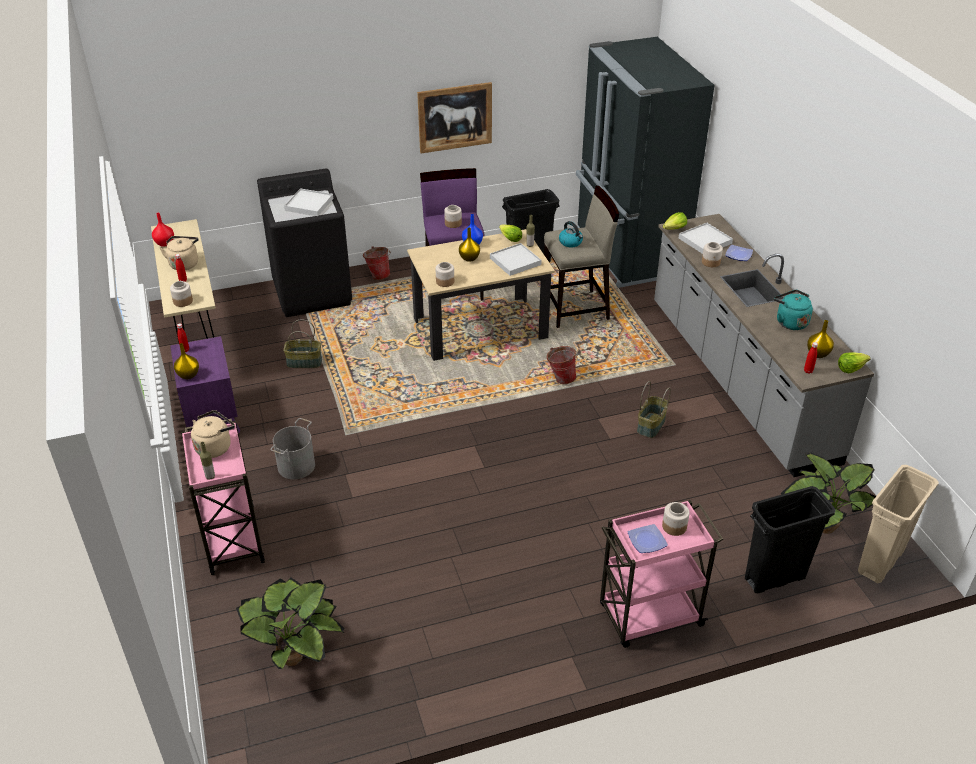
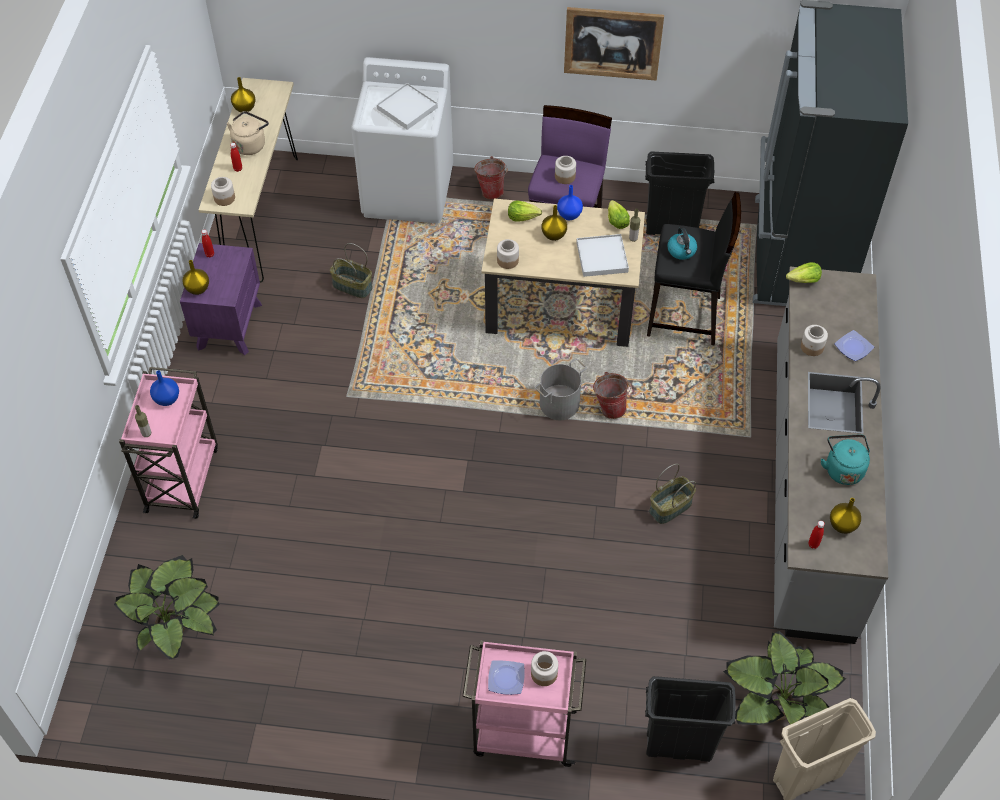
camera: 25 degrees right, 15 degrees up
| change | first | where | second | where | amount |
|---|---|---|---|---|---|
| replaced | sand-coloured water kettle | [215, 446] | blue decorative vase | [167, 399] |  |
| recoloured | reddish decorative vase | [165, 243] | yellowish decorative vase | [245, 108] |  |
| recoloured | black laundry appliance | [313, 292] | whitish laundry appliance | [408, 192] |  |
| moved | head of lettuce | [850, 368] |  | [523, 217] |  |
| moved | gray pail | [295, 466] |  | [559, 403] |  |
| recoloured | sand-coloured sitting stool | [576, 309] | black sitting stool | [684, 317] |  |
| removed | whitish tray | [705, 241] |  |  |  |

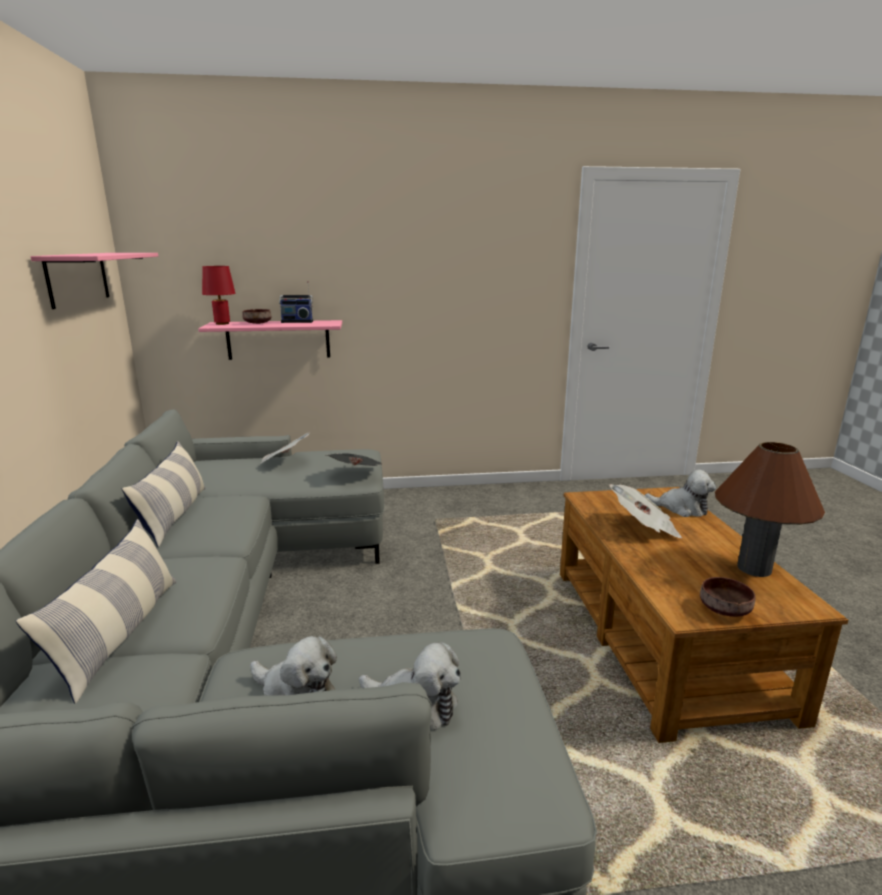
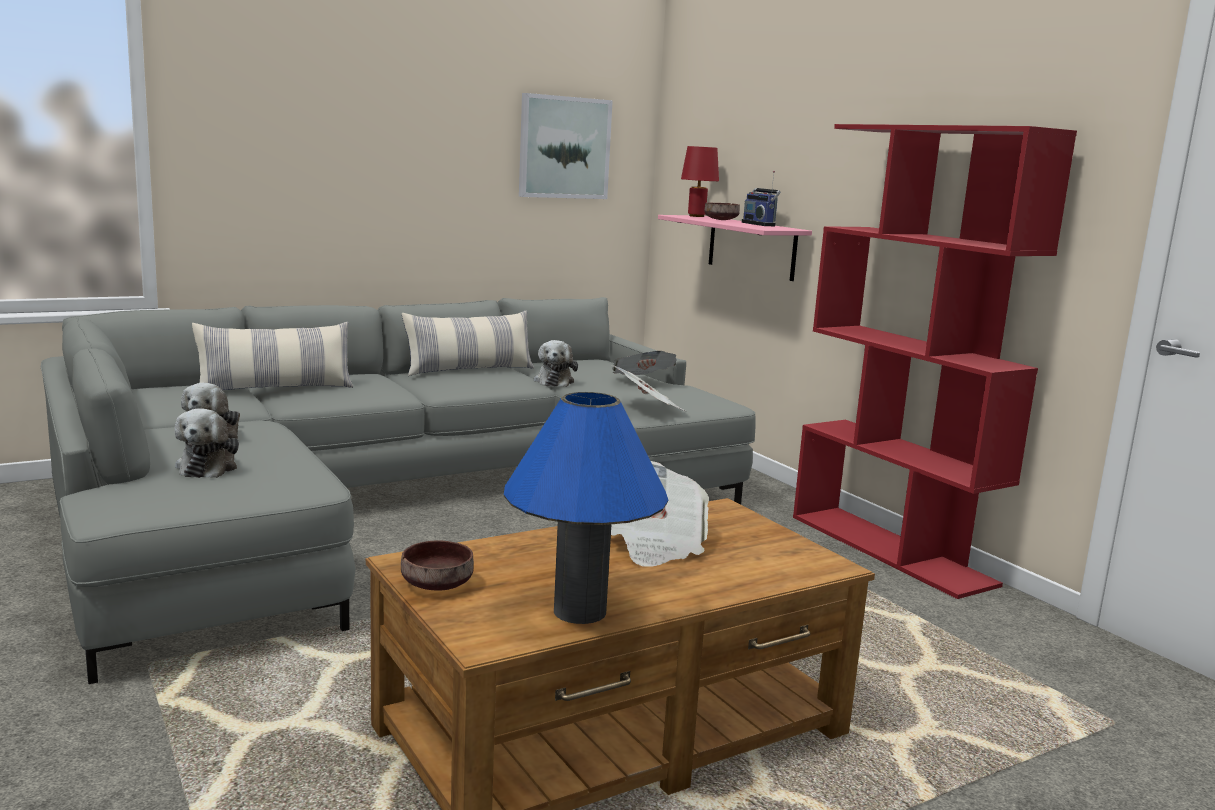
camera: 65 degrees right, 5 degrees down
| change | first | where | second | where | amount |
|---|---|---|---|---|---|
| recoloured | brown tabletop lamp | [754, 568] | blue tabletop lamp | [579, 611] |  |
| replaced | pinkish bracket shelf | [78, 278] | picture | [564, 147] |  |
| moved | plush toy | [681, 508] |  | [554, 381] |  |
| added |  |  | reddish shelving unit | [891, 550] |  |

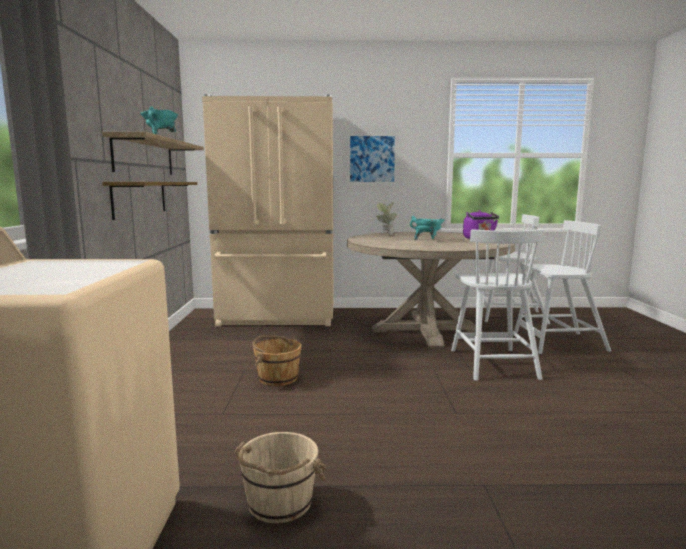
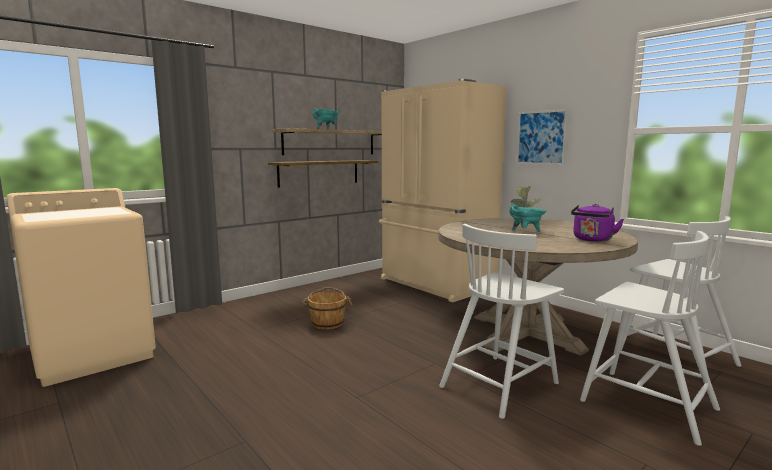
camera: 50 degrees right, 0 degrees up
| change | first | where | second | where | amount |
|---|---|---|---|---|---|
| removed | sand-coloured pail | [279, 503] |  |  |  |

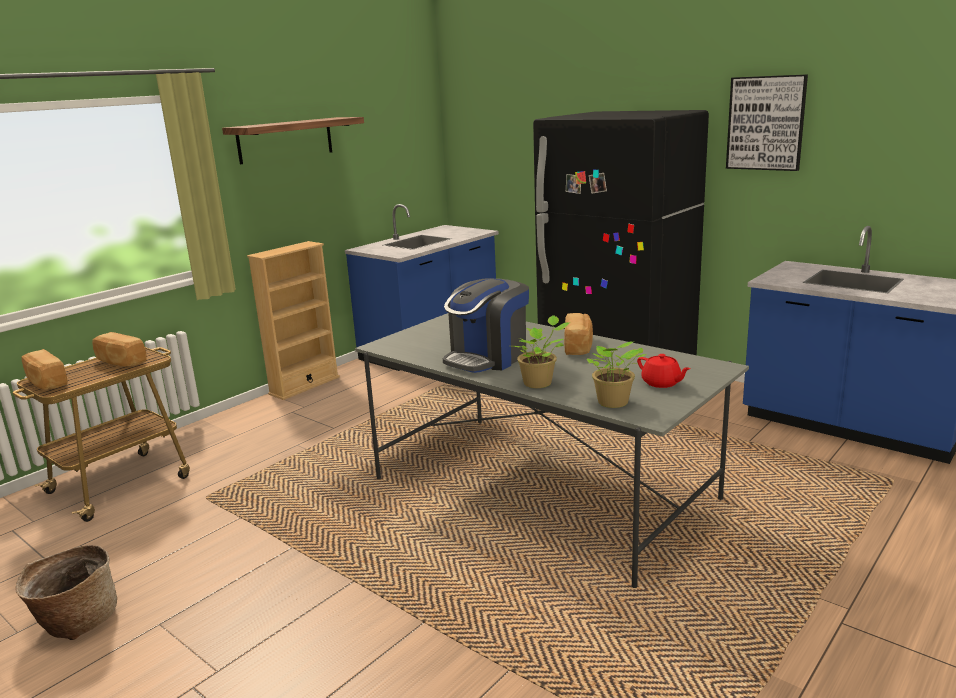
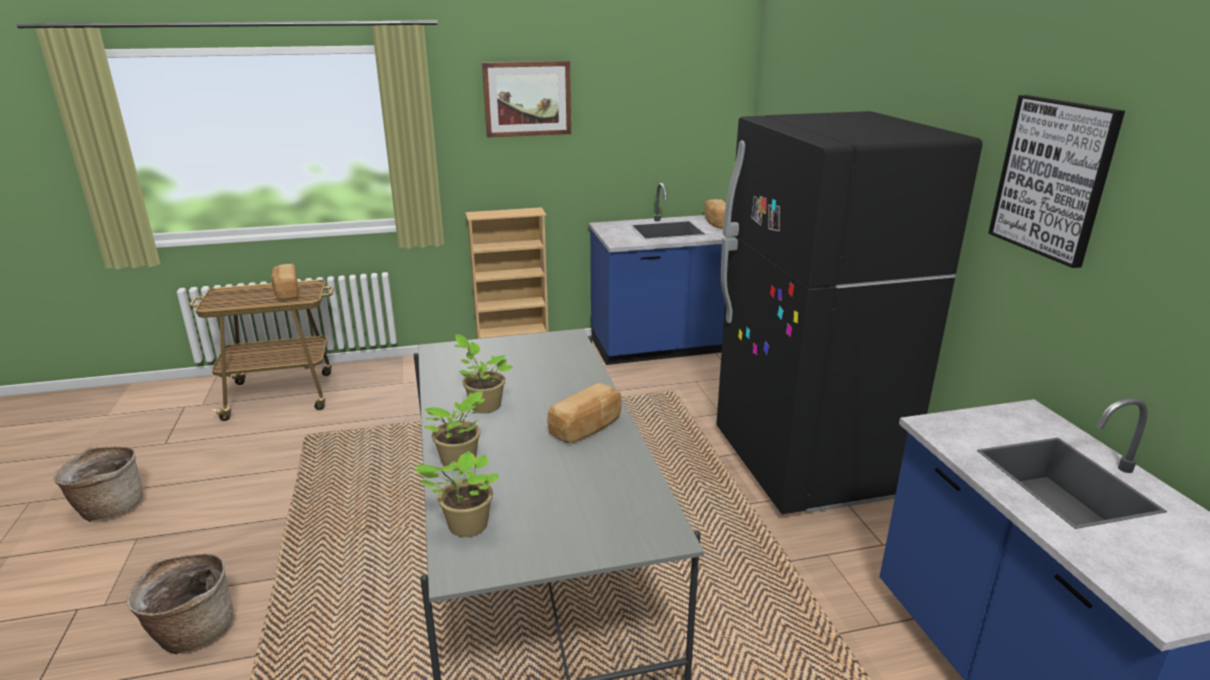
camera: 35 degrees right, 5 degrees up
| change | first | where | second | where | amount |
|---|---|---|---|---|---|
| added |  |  | basket | [191, 631] |  |
| replaced | coffee maker | [487, 358] | potted plant | [483, 405] |  |
| replaced | bracket shelf | [285, 140] | picture | [527, 98] |  |
| moved | bread | [45, 382] |  | [717, 223] |  |
| removed | reddish teapot | [661, 383] |  |  |  |

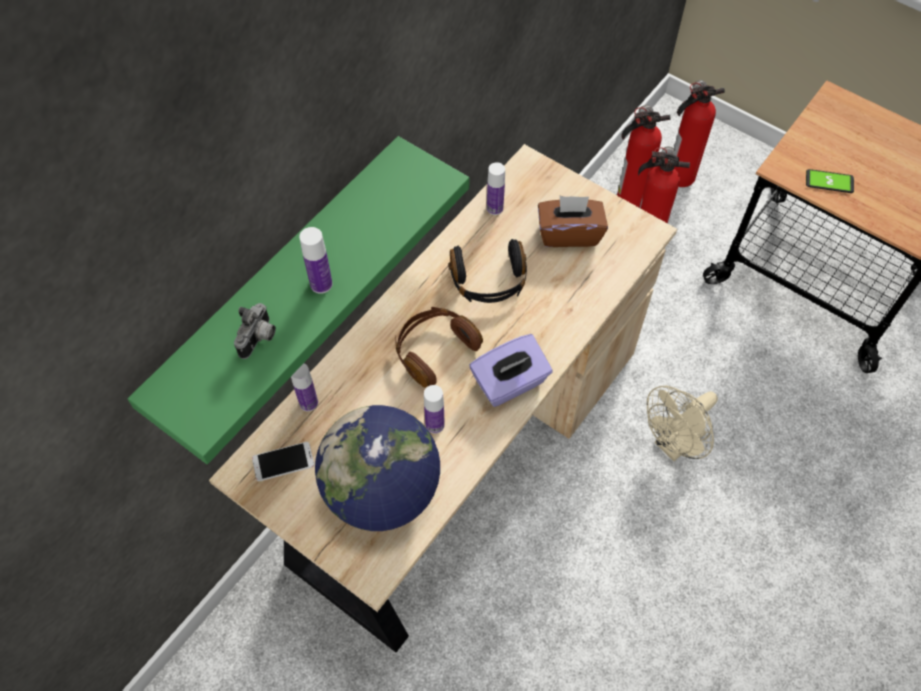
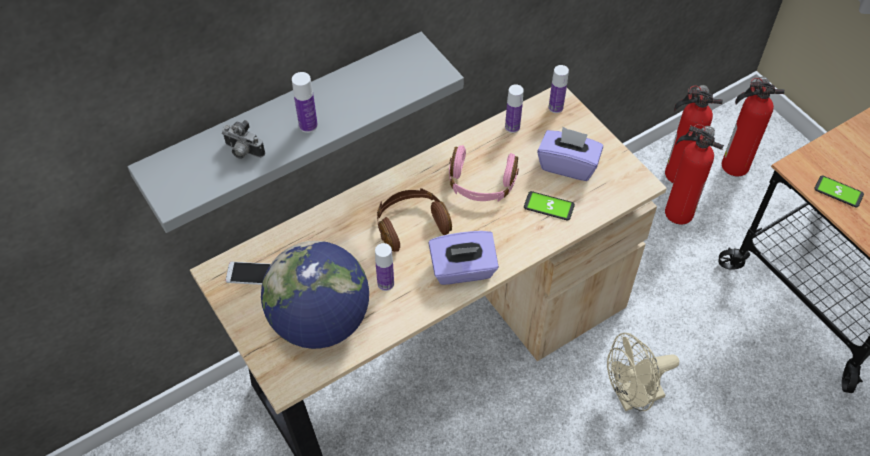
camera: 20 degrees right, 5 degrees down
| change | first | where | second | where | amount |
|---|---|---|---|---|---|
| recoloured | greenish bracket shelf | [281, 285] | gray bracket shelf | [287, 123] |  |
| turned | photo camera | [259, 339] |  | [242, 152] | 75 degrees clockwise |
| recoloured | black pair of headphones | [489, 281] | pinkish pair of headphones | [481, 184] |  |
| added |  |  | phone | [549, 206] |  |
| recoloured | brown tissue box | [569, 233] | purple-coloured tissue box | [568, 165] |  |
| moved | bottle | [308, 403] |  | [555, 107] |  |

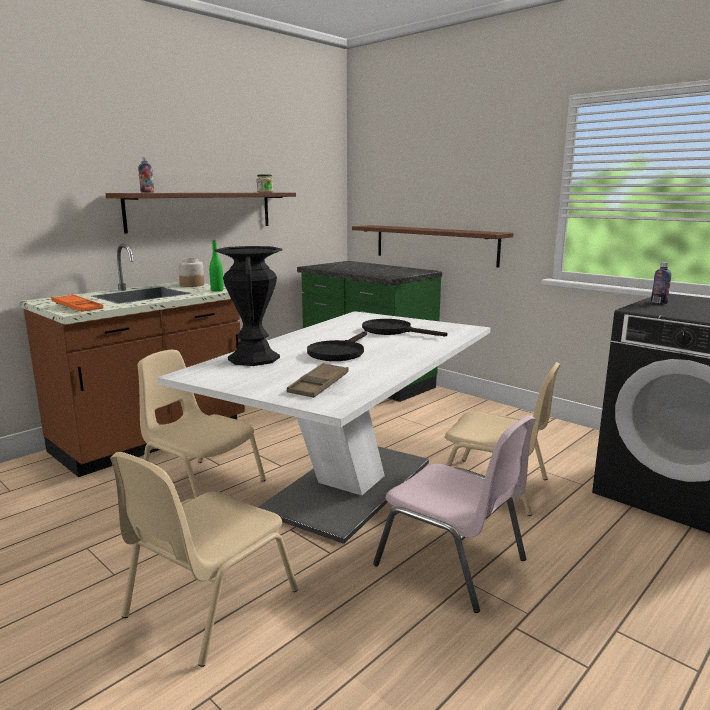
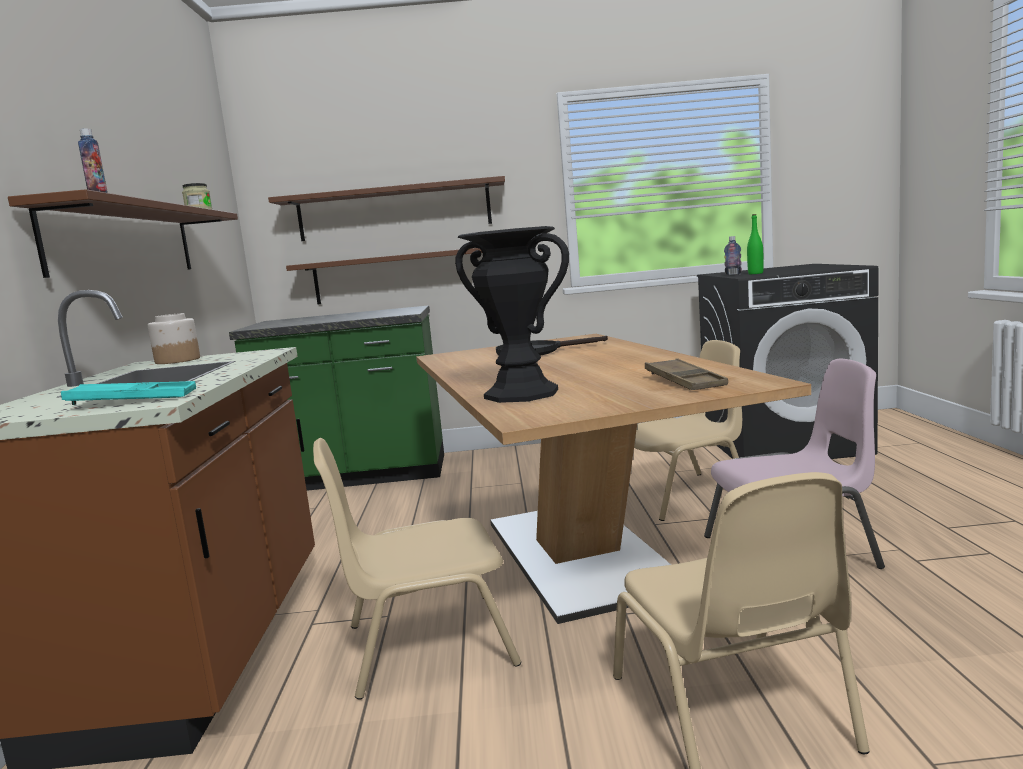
camera: 45 degrees left, 5 degrees down
| change | first | where | second | where | amount |
|---|---|---|---|---|---|
| recoloured | orangey tray | [77, 307] | turquoise tray | [133, 400] |  |
| added |  |  | brown bracket shelf | [394, 211] |  |
| recoloured | whitish kitchen table | [349, 486] | brown kitchen table | [579, 554] |  |
| moved | greenish bottle | [217, 290] |  | [755, 273] |  |
| removed | black frying pan | [339, 352] |  |  |  |

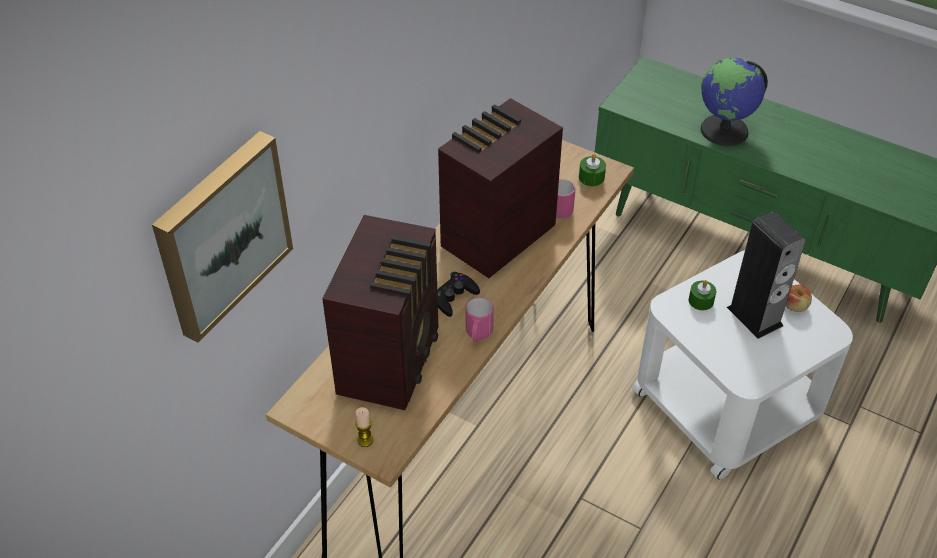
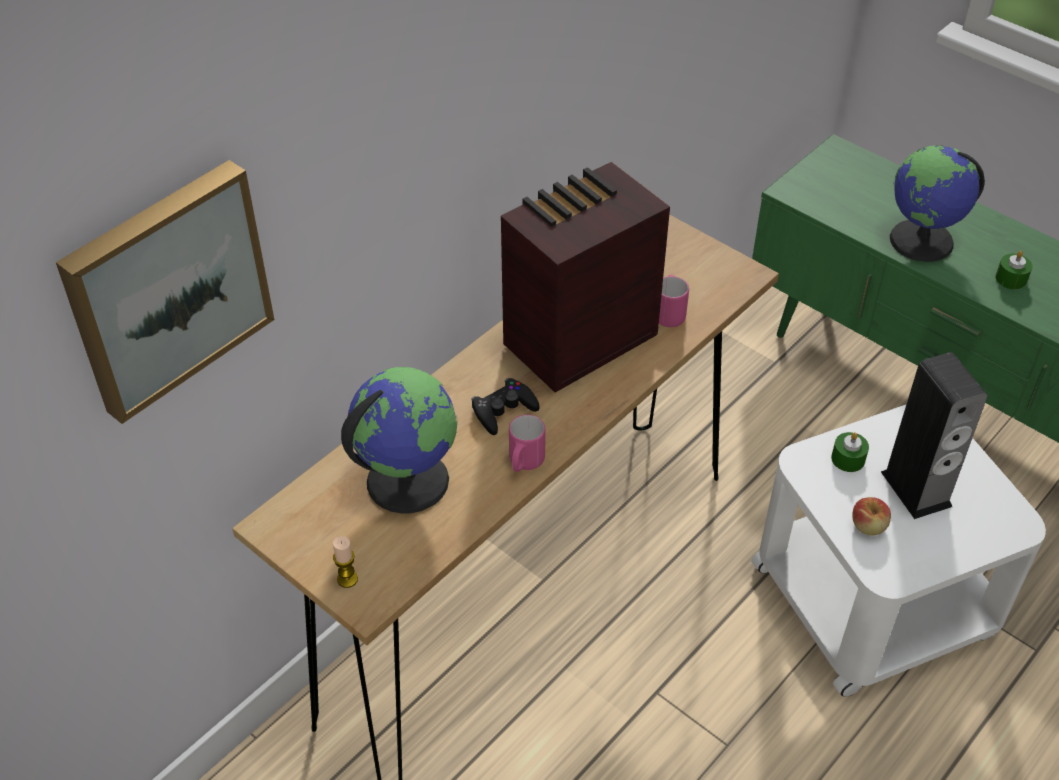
camera: 10 degrees right, 0 degrees up
| change | first | where | second | where | amount |
|---|---|---|---|---|---|
| replaced | radio receiver | [392, 359] | world globe | [406, 479] |  |
| moved | apple fruit | [795, 306] |  | [868, 526] |  |
| moved | greenish candle | [591, 177] |  | [1011, 279] |  |

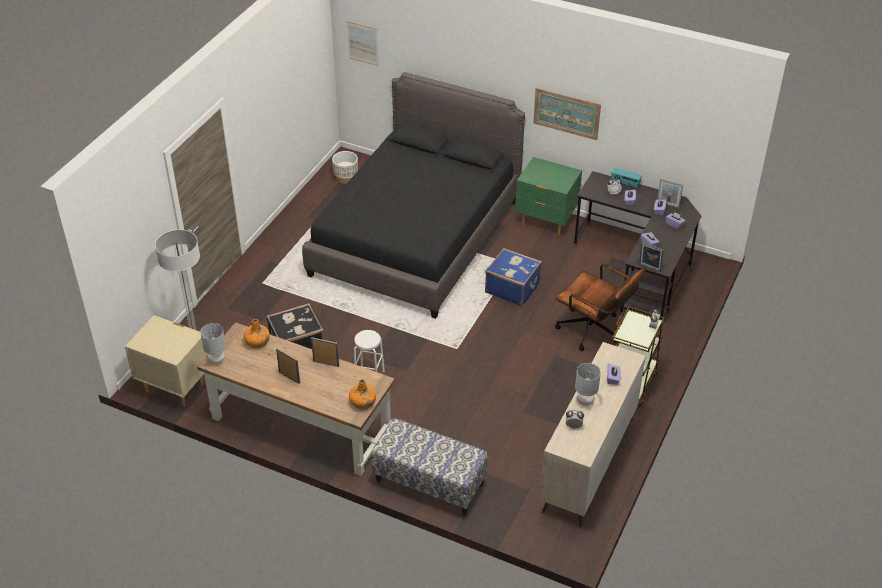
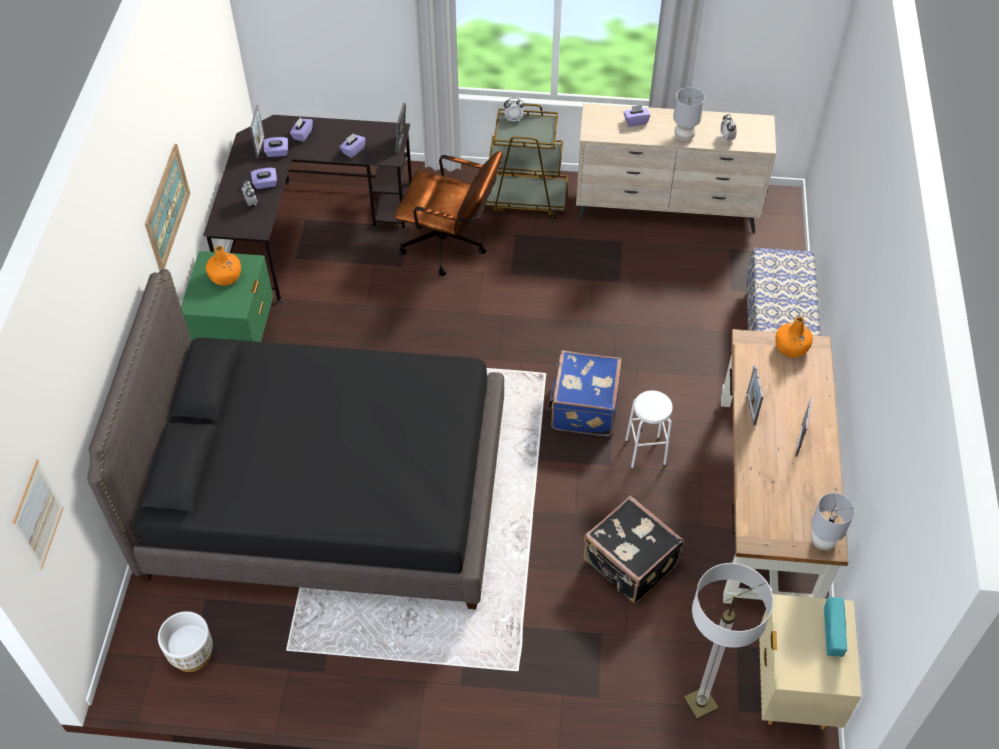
camera: 110 degrees left, 10 degrees up
| change | first | where | second | where | amount |
|---|---|---|---|---|---|
| moved | orangey bottle | [257, 342] |  | [226, 276] |  |
| turned | brown computer chair | [594, 332] |  | [450, 246] | 90 degrees clockwise |
| moved | blue piece of luggage | [512, 288] |  | [583, 408] |  |
| moved | radio receiver | [625, 184] |  | [832, 634] |  |

